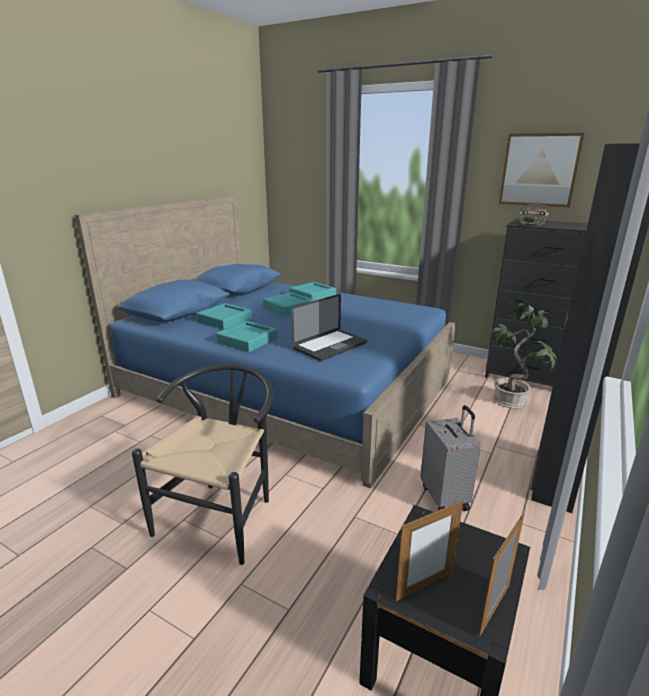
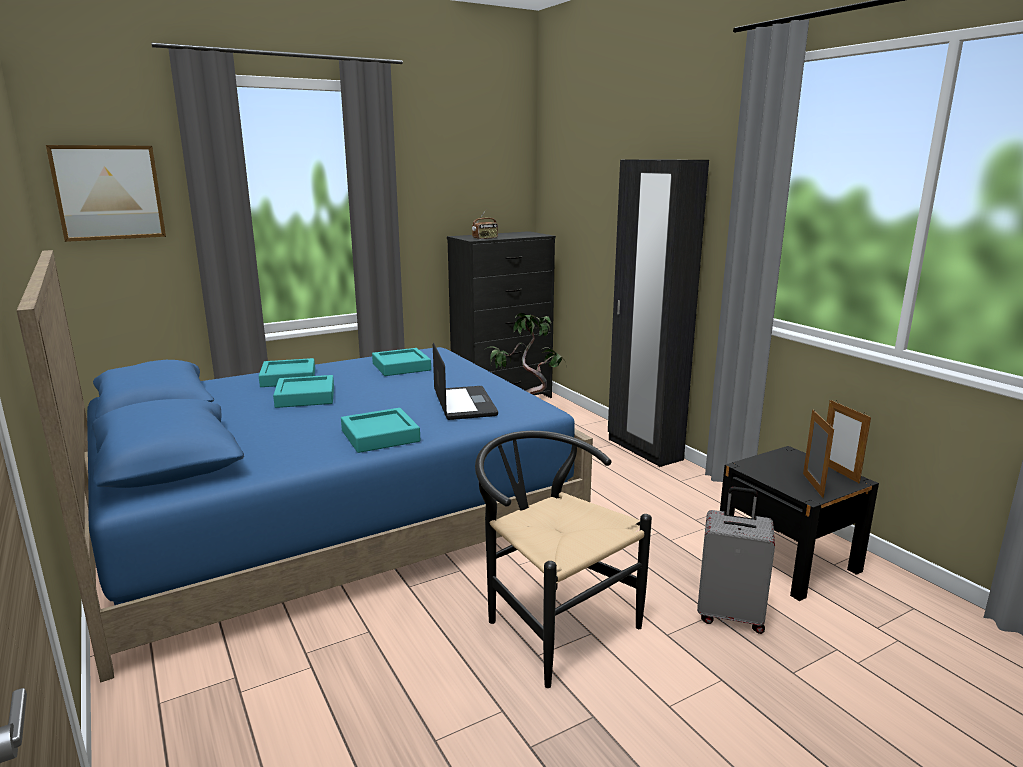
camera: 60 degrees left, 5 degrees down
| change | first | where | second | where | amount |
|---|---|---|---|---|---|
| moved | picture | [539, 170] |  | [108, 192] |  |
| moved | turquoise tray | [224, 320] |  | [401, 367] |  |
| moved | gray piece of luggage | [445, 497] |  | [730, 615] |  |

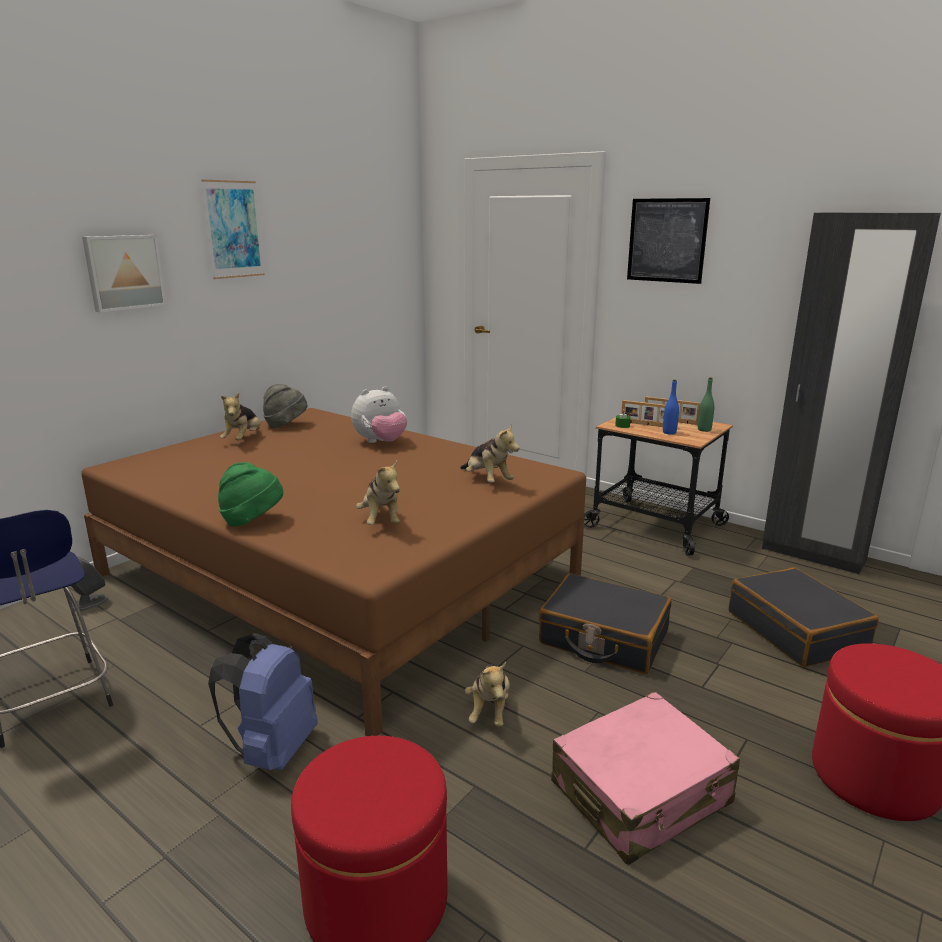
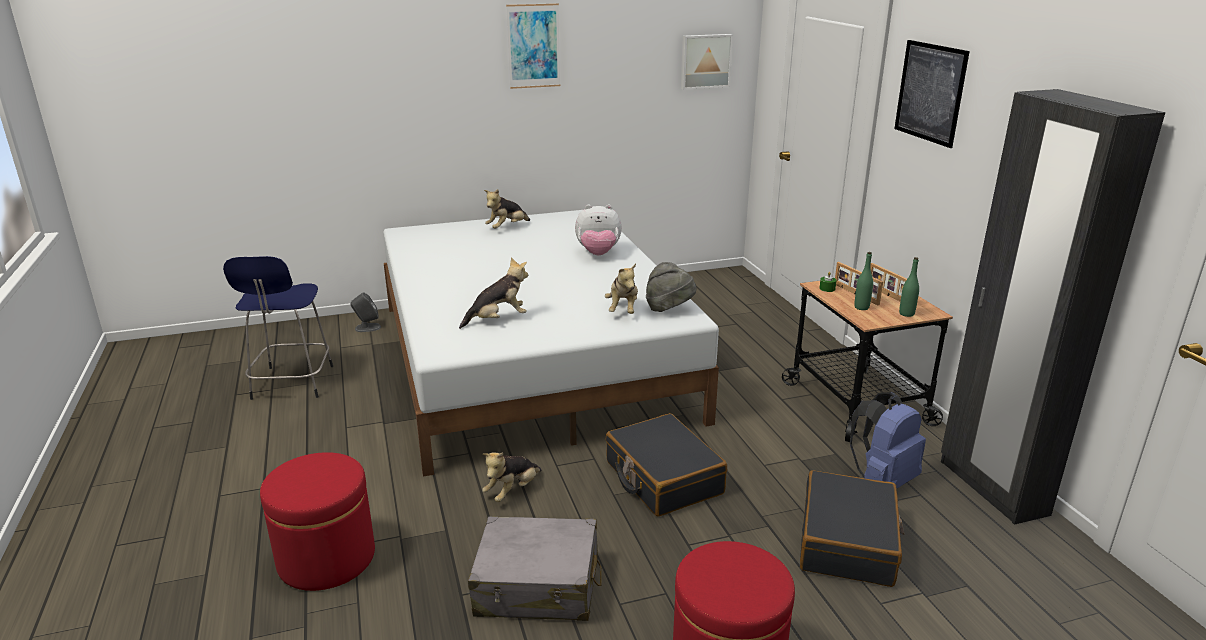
camera: 35 degrees right, 5 degrees up
| change | first | where | second | where | amount |
|---|---|---|---|---|---|
| recoloured | brown sleeping bed | [338, 576] | whitish sleeping bed | [531, 359] |  |
| turned | plush toy | [381, 521] |  | [498, 320] | 135 degrees counterclockwise |
| recoloured | pinkish piece of luggage | [641, 794] | gray piece of luggage | [538, 585] |  |
| moved | gray wearable hat | [286, 425] |  | [669, 309] |  |
| moved | picture | [124, 272] |  | [705, 61] |  |
| moved | blue knapsack | [272, 750] |  | [882, 480] |  |
| recoloured | blue bottle | [669, 432] | greenish bottle | [861, 307] |  |
| removed | greenish wearable hat | [252, 521] |  |  |  |

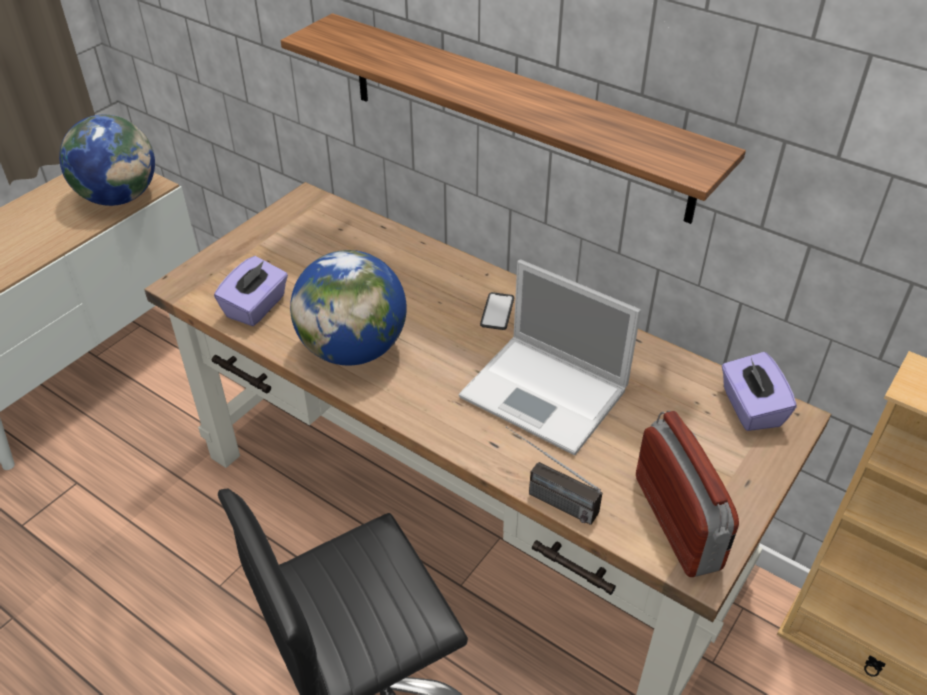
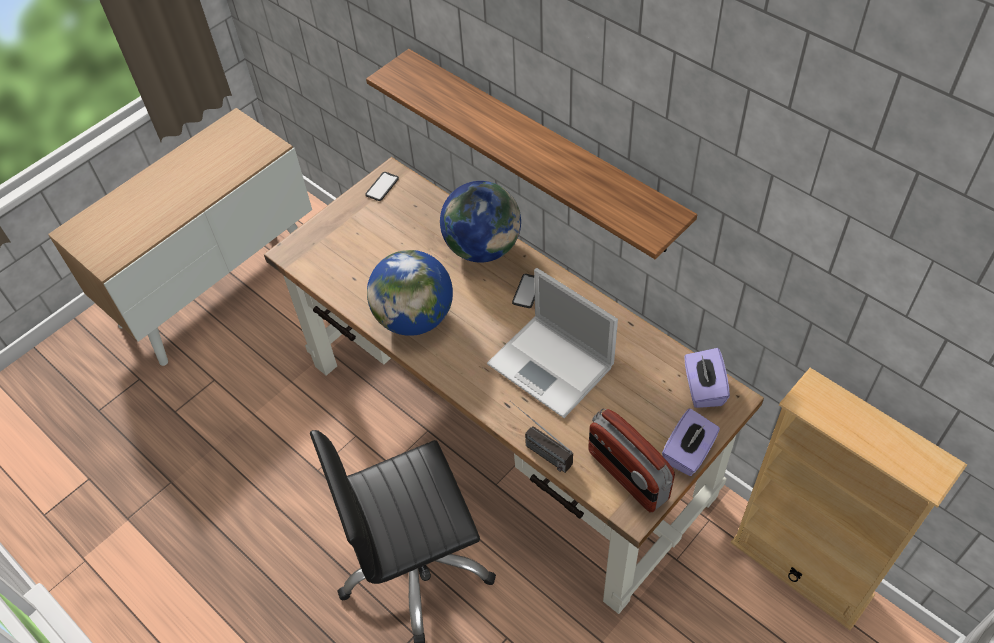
camera: 10 degrees right, 10 degrees up
| change | first | where | second | where | amount |
|---|---|---|---|---|---|
| added |  |  | phone | [382, 187] |  |
| moved | world globe | [119, 197] |  | [482, 248] |  |
| turned | radio receiver | [678, 522] |  | [627, 475] | 150 degrees clockwise |
| moved | purple-coloured tissue box | [256, 307] |  | [688, 453] |  |

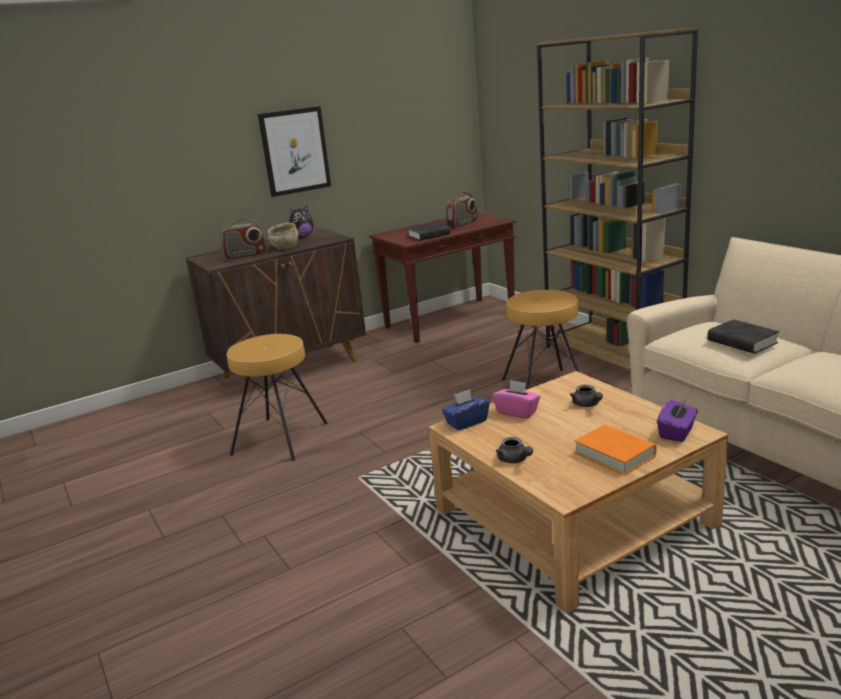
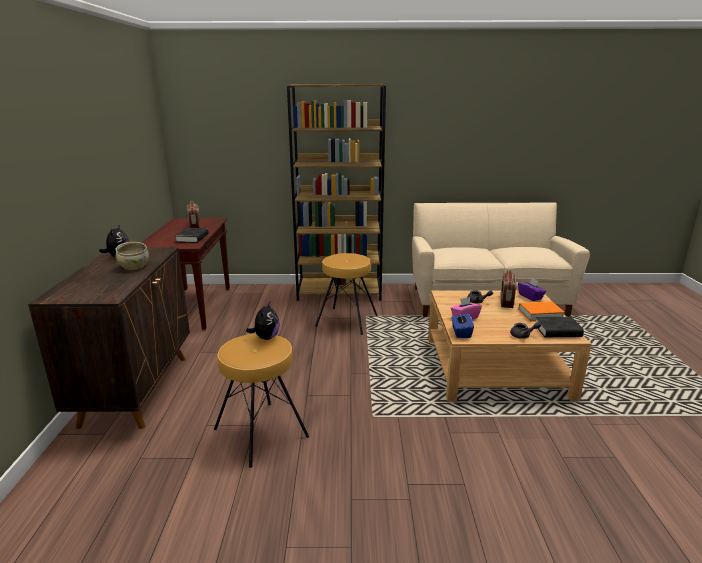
camera: 60 degrees left, 0 degrees up
| change | first | where | second | where | amount |
|---|---|---|---|---|---|
| added |  |  | plush toy | [266, 338] |  |
| moved | radio receiver | [246, 256] |  | [507, 301] |  |
| moved | black book | [742, 342] |  | [557, 331] |  |
| removed | picture | [295, 151] |  |  |  |

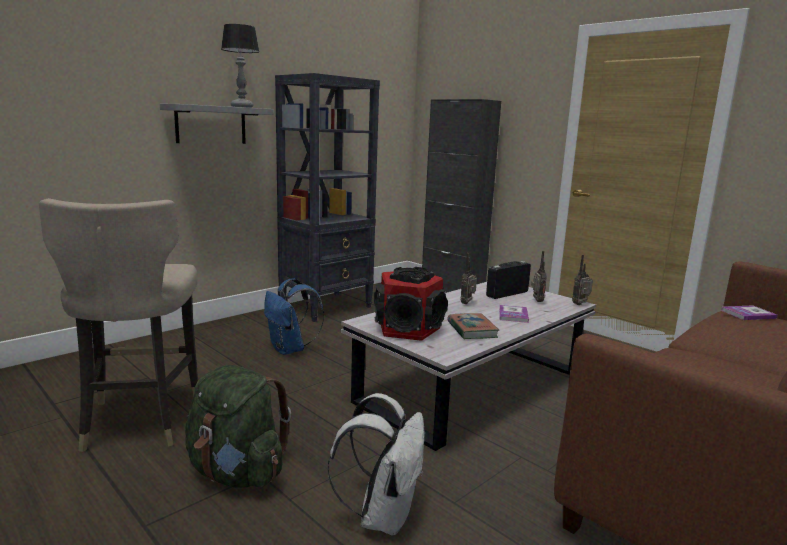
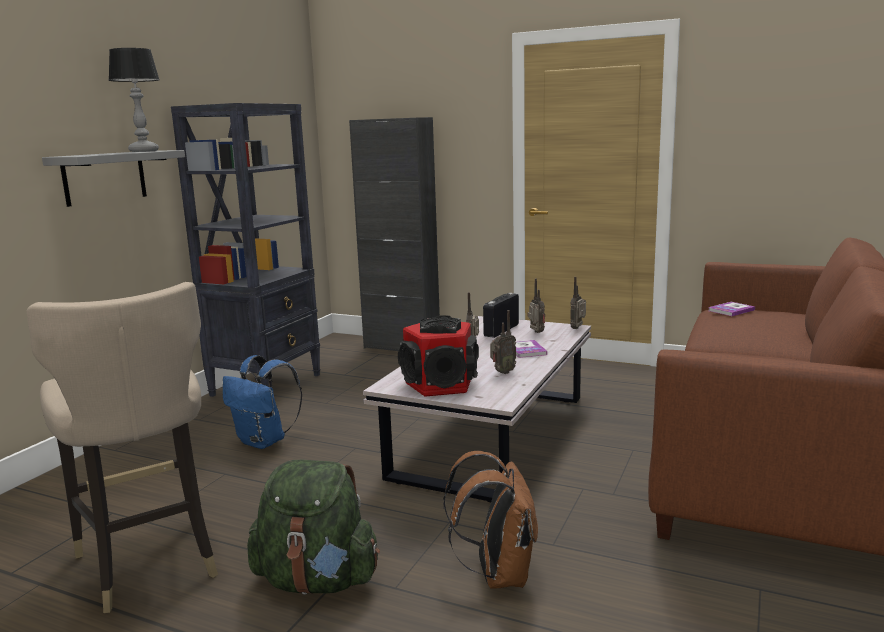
camera: 20 degrees left, 0 degrees up
| change | first | where | second | where | amount |
|---|---|---|---|---|---|
| recoloured | whitish knapsack | [383, 515] | brown knapsack | [498, 574] |  |
| replaced | book | [472, 330] | radio receiver | [502, 372] |  |

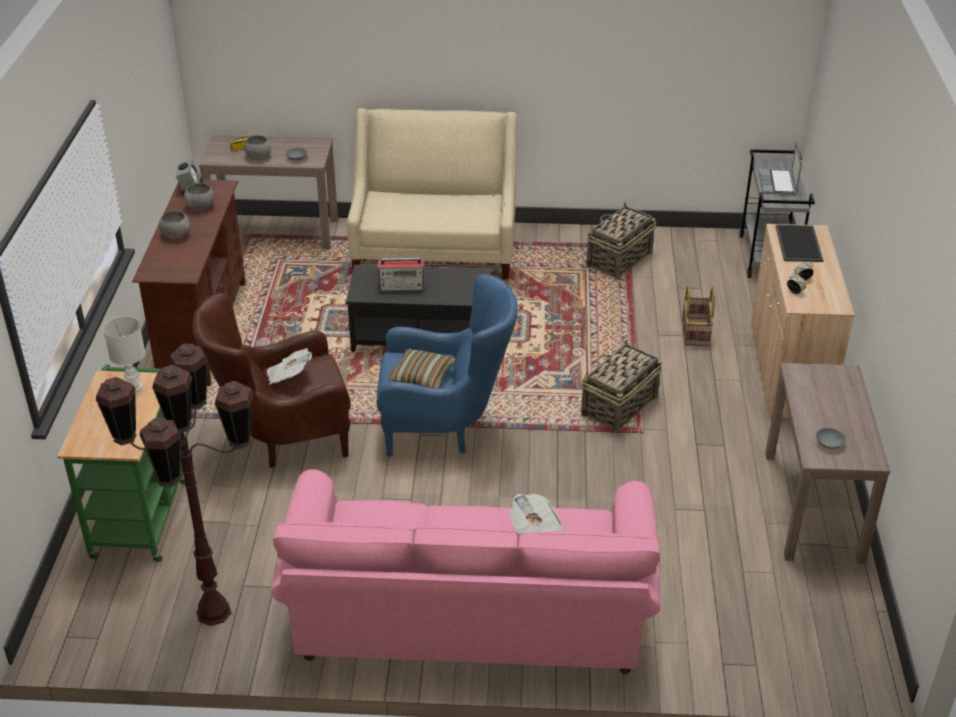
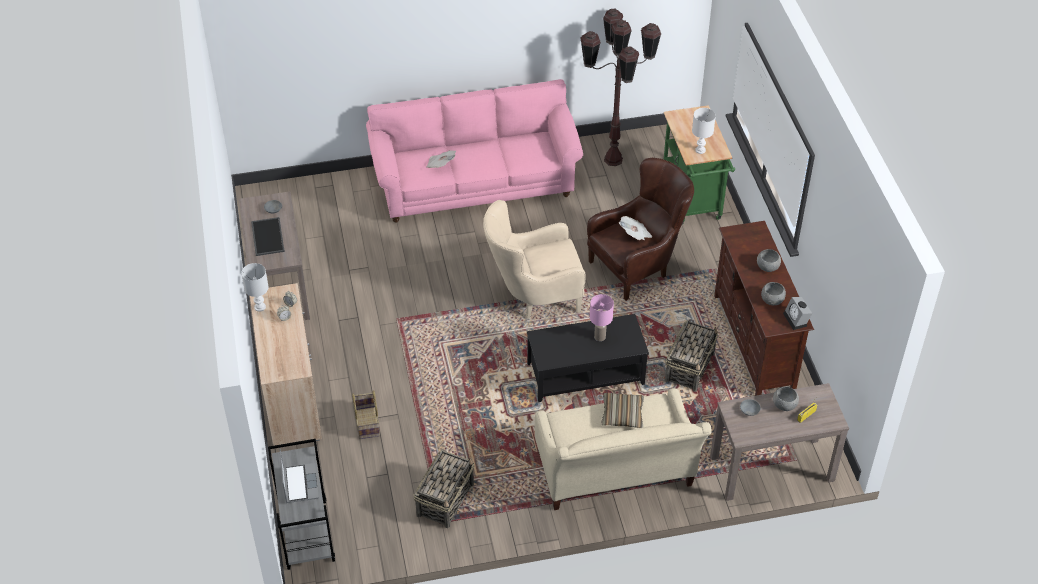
camera: 165 degrees right, 10 degrees up
| change | first | where | second | where | amount |
|---|---|---|---|---|---|
| added |  |  | whitish tabletop lamp | [259, 307] |  |
| moved | tray | [800, 244] |  | [266, 236] |  |
| recoloured | blue lounge chair | [445, 427] | sand-coloured lounge chair | [534, 296] |  |
| replaced | radio receiver | [402, 286] | pinkish tabletop lamp | [599, 337] |  |
| moved | cushion | [422, 376] |  | [622, 414] |  |
| moved | basket | [618, 406] |  | [690, 367] |  |

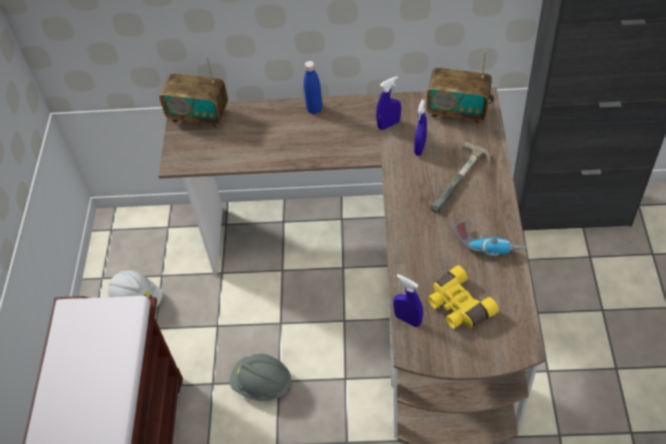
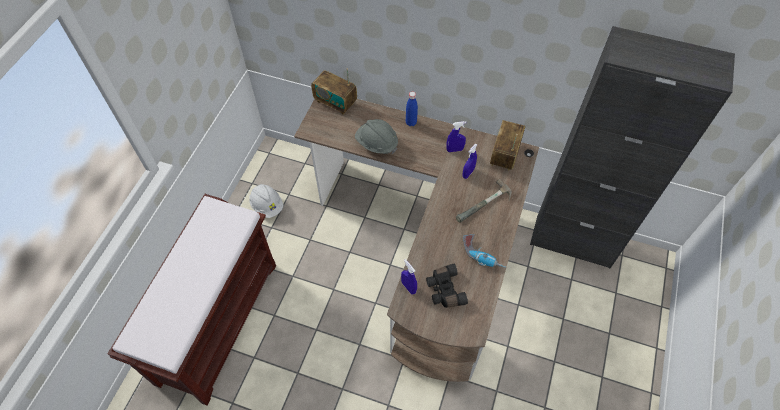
camera: 15 degrees right, 5 degrees up
| change | first | where | second | where | amount |
|---|---|---|---|---|---|
| moved | gray hard hat | [262, 384] |  | [376, 143] |  |
| recoloured | yellowish pair of binoculars | [458, 306] | black pair of binoculars | [444, 290] |  |
| turned | radio receiver | [457, 110] |  | [504, 155] | 75 degrees clockwise |

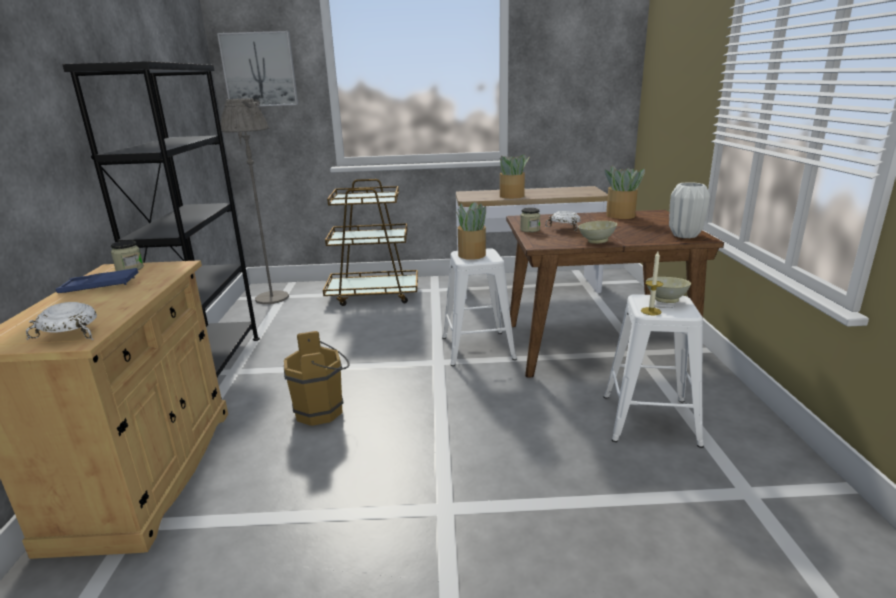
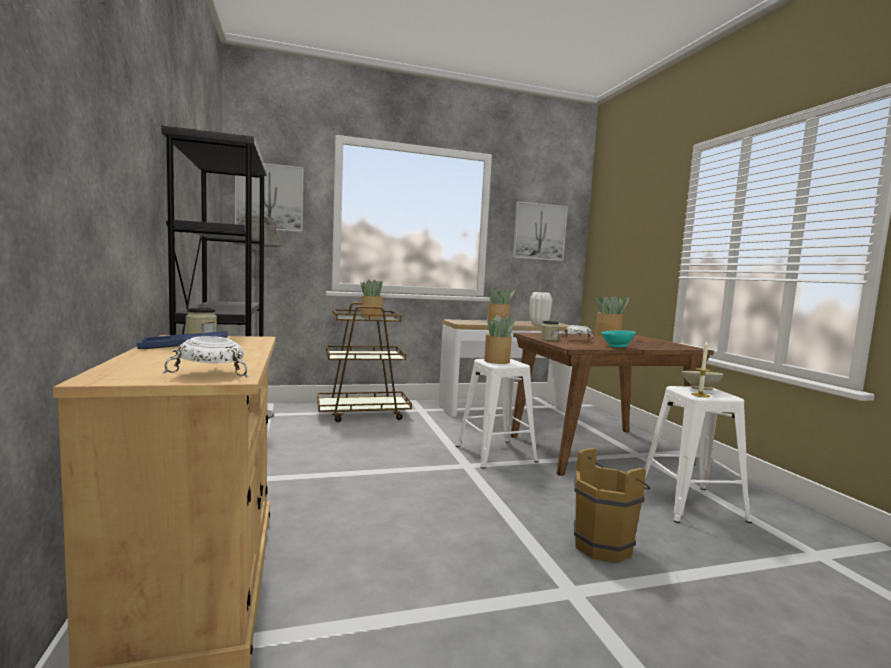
camera: 15 degrees left, 15 degrees down
| change | first | where | second | where | amount |
|---|---|---|---|---|---|
| added |  |  | potted plant | [371, 316] |  |
| added |  |  | picture | [539, 232] |  |
| moved | whitish decorative vase | [684, 235] |  | [539, 324] |  |
| moved | brown pail | [323, 411] |  | [606, 545] |  |
| recoloured | sand-coloured serving bowl | [596, 241] | turquoise serving bowl | [616, 347] |  |

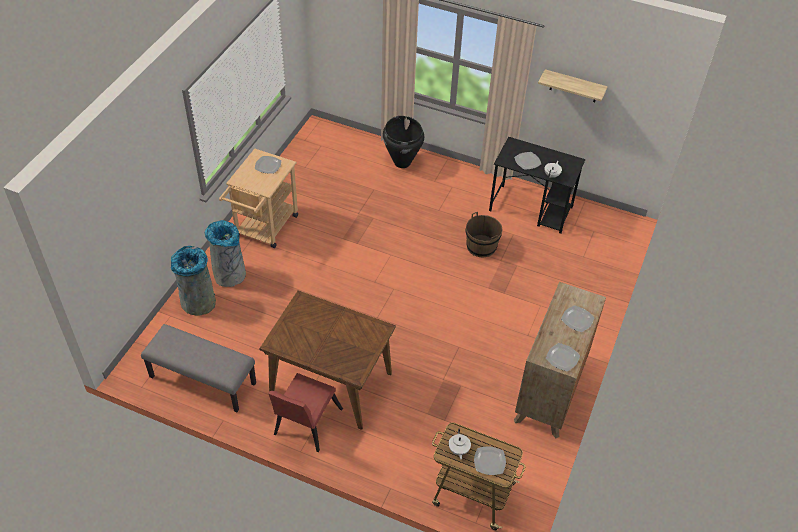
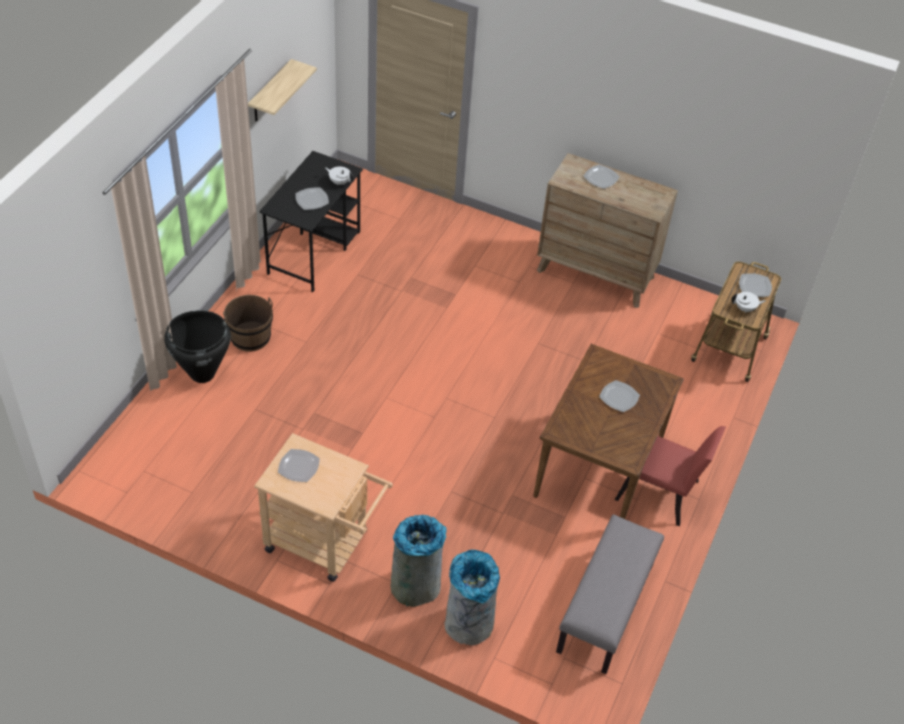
camera: 90 degrees left, 0 degrees up
| change | first | where | second | where | amount |
|---|---|---|---|---|---|
| moved | brown pail | [481, 246] |  | [250, 337] |  |
| moved | plate | [562, 358] |  | [619, 397] |  |

